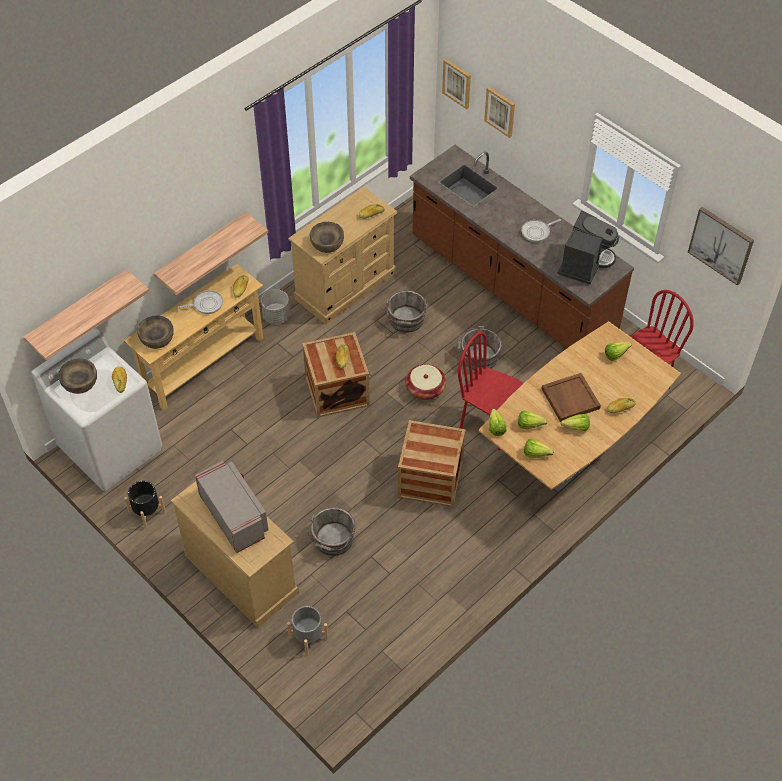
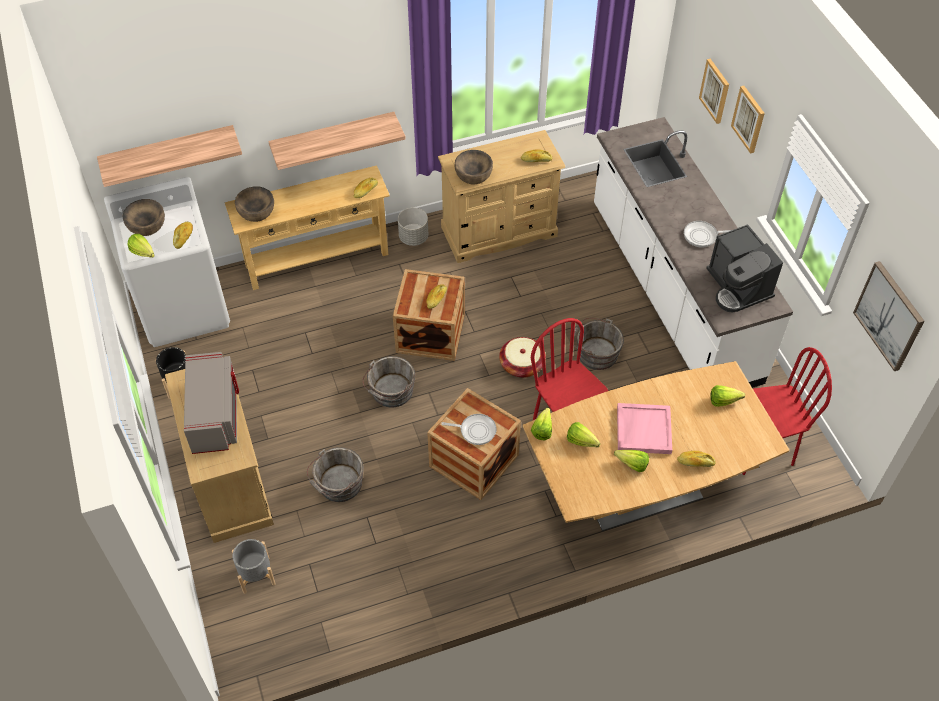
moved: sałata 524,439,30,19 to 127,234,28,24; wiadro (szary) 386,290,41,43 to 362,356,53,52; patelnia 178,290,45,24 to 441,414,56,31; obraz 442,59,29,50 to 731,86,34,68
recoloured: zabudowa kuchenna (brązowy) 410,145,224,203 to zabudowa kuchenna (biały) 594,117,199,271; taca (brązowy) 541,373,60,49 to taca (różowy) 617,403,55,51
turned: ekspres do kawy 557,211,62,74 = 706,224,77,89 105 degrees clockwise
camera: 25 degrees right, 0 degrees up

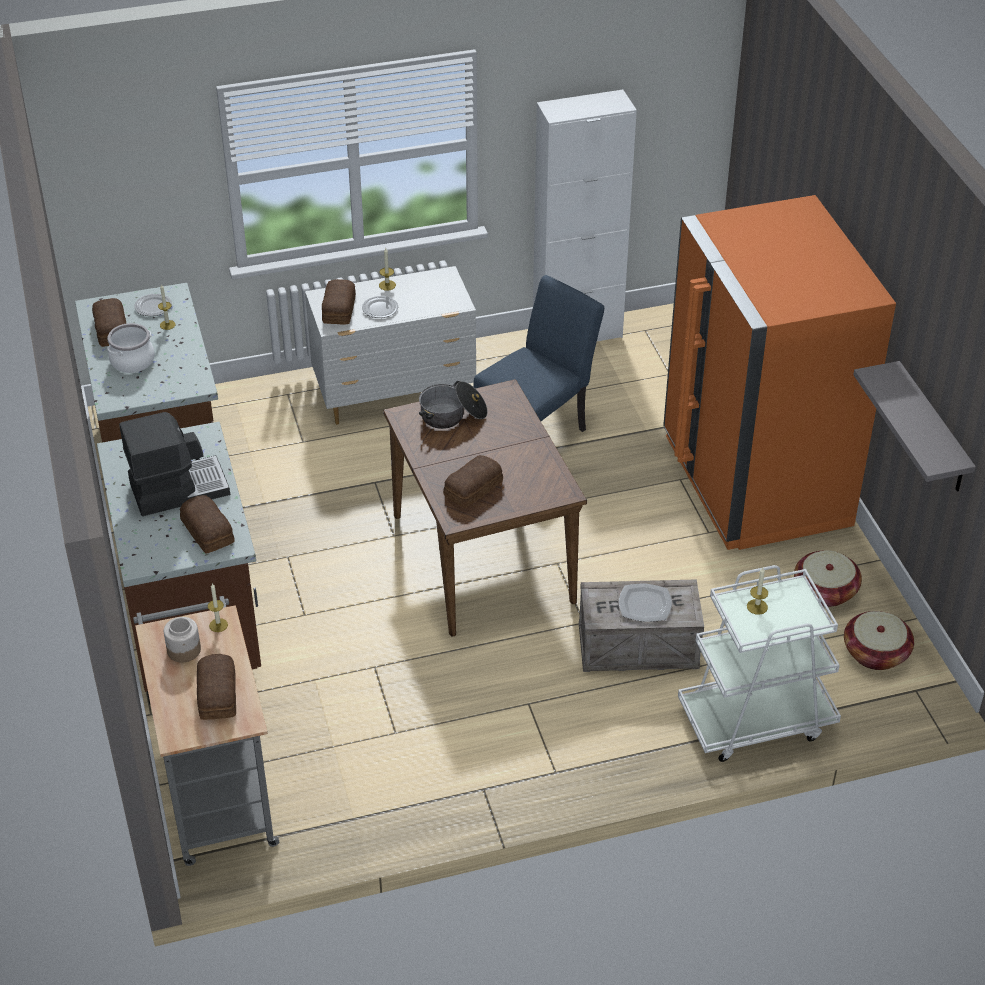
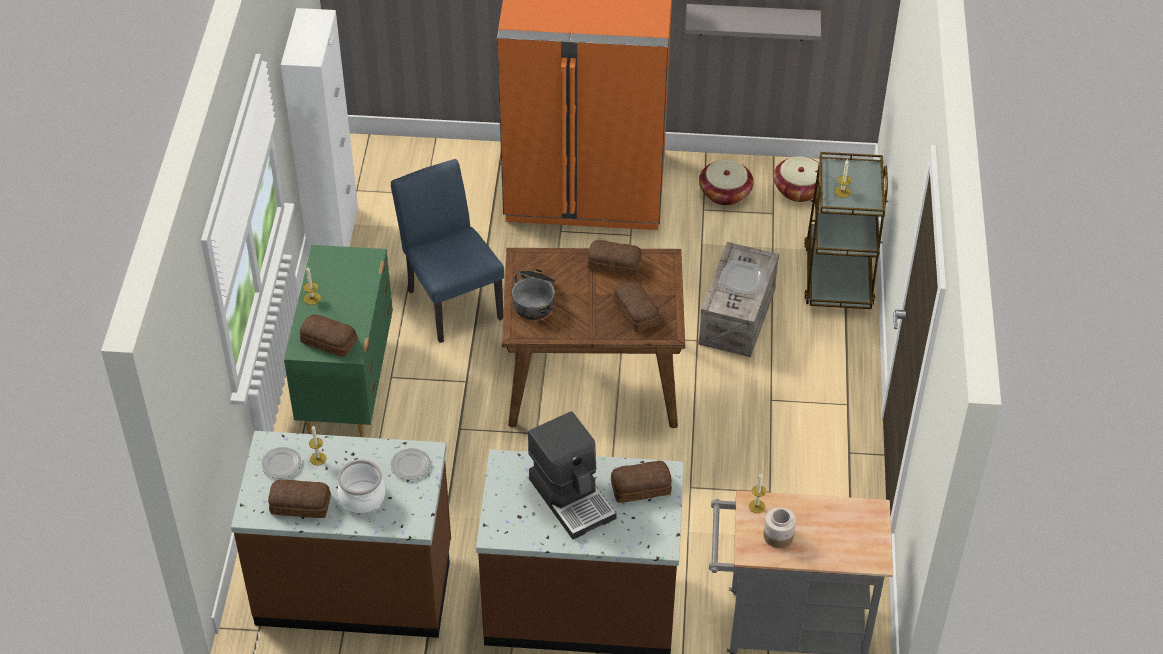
moved: talerz 362,296,36,22 to 390,448,41,32; chleb 197,654,39,66 to 588,240,54,37
recoloured: komoda (biały) 305,266,171,158 to komoda (zielony) 284,245,109,192; wózek (biały) 678,565,163,197 to wózek (brązowy) 804,152,84,157
turned: ekspres do kawy 119,412,111,104 = 528,411,89,129 150 degrees clockwise
camera: 70 degrees left, 5 degrees up

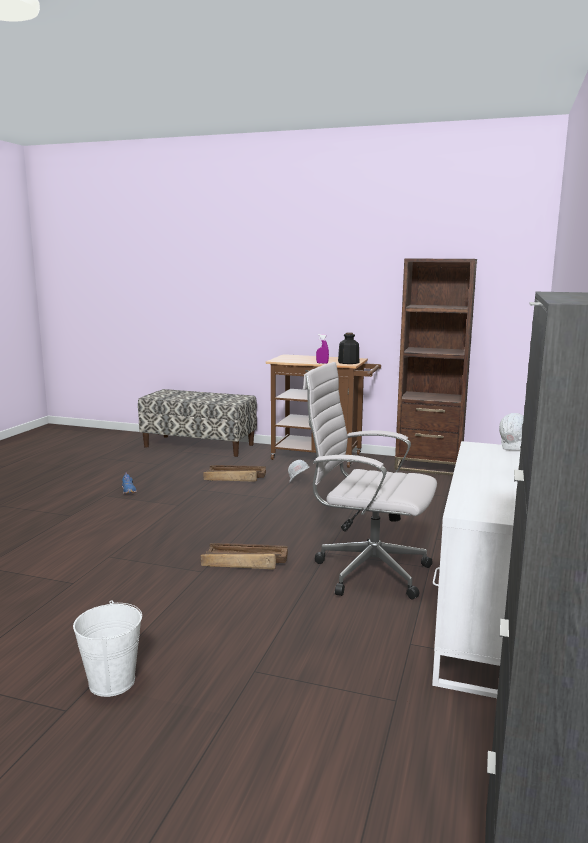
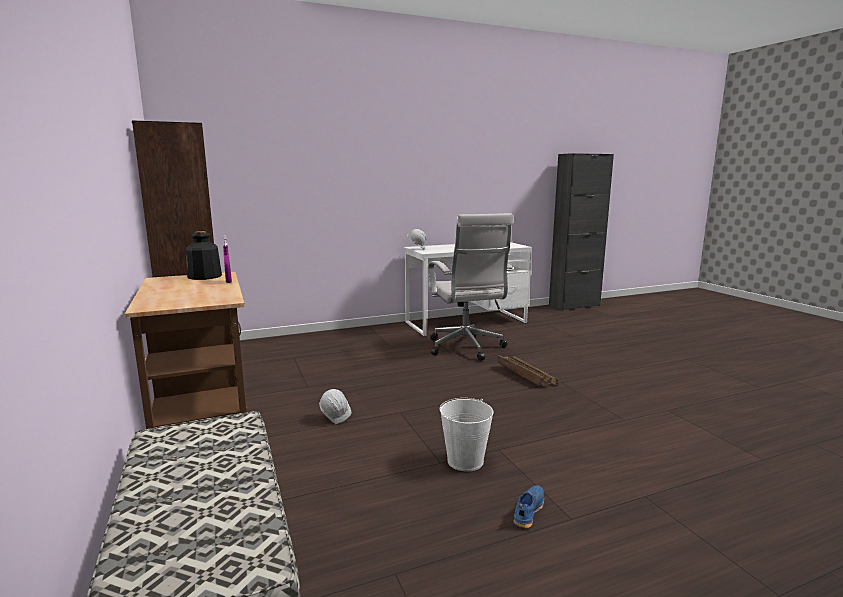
removed: skrzynka 203,465,63,17
moved: wiadro (biały) 73,600,69,97 to 440,398,54,74
camera: 130 degrees left, 0 degrees up

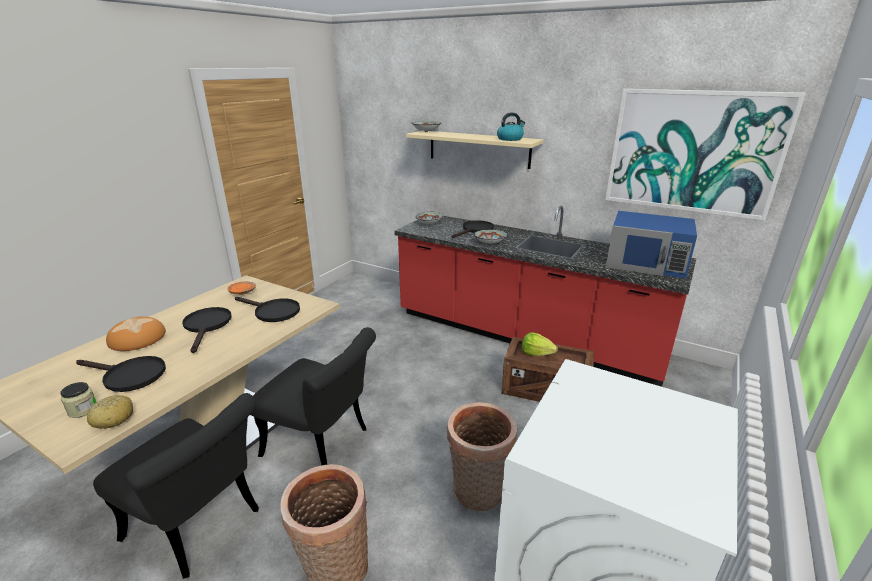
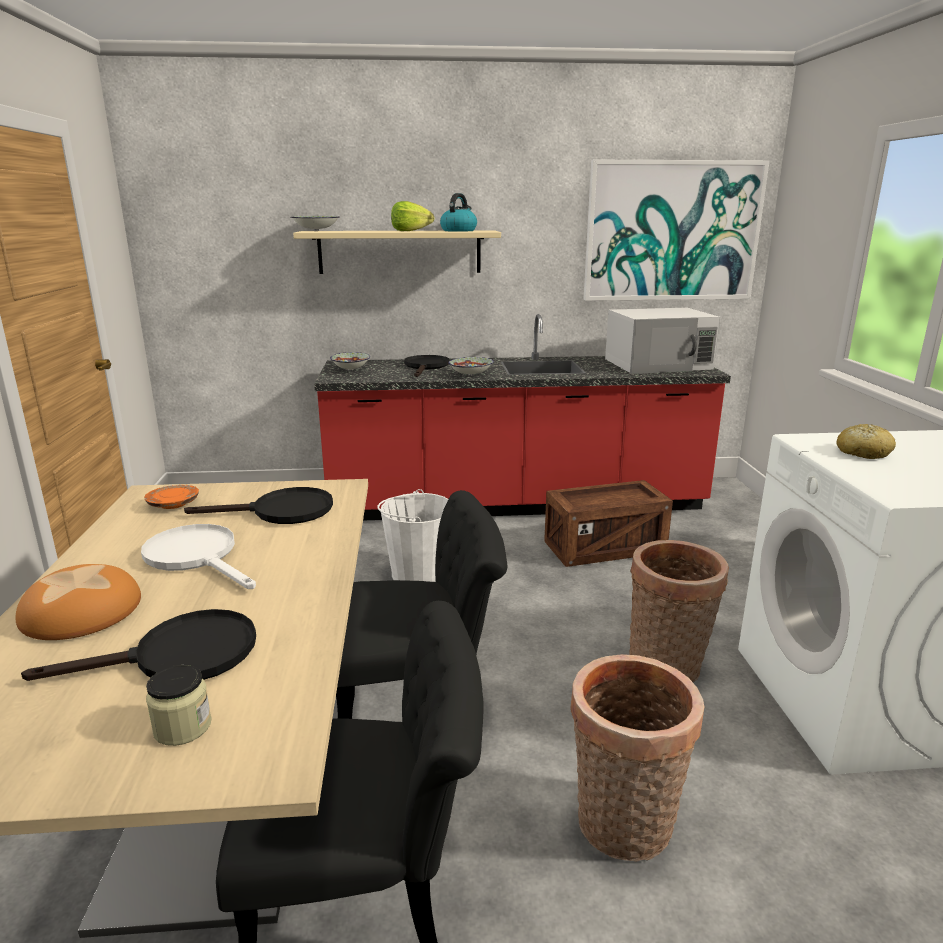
added: wiadro (biały) 377,489,71,93
moved: sałata 521,332,37,24 to 391,201,43,30; chleb 87,395,47,34 to 836,424,60,35
recoloured: patelnia (czarny) 182,307,49,46 to patelnia (biały) 141,524,115,65; mikrofalówka (niebieski) 606,211,91,67 to mikrofalówka (biały) 605,308,115,66
camera: 35 degrees left, 5 degrees down

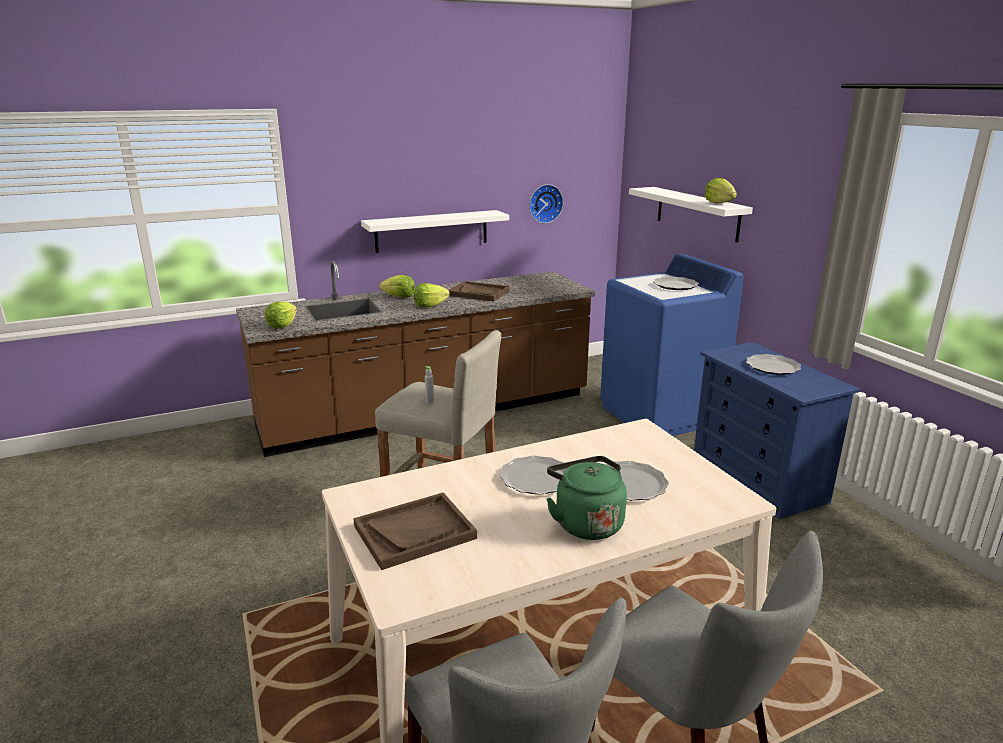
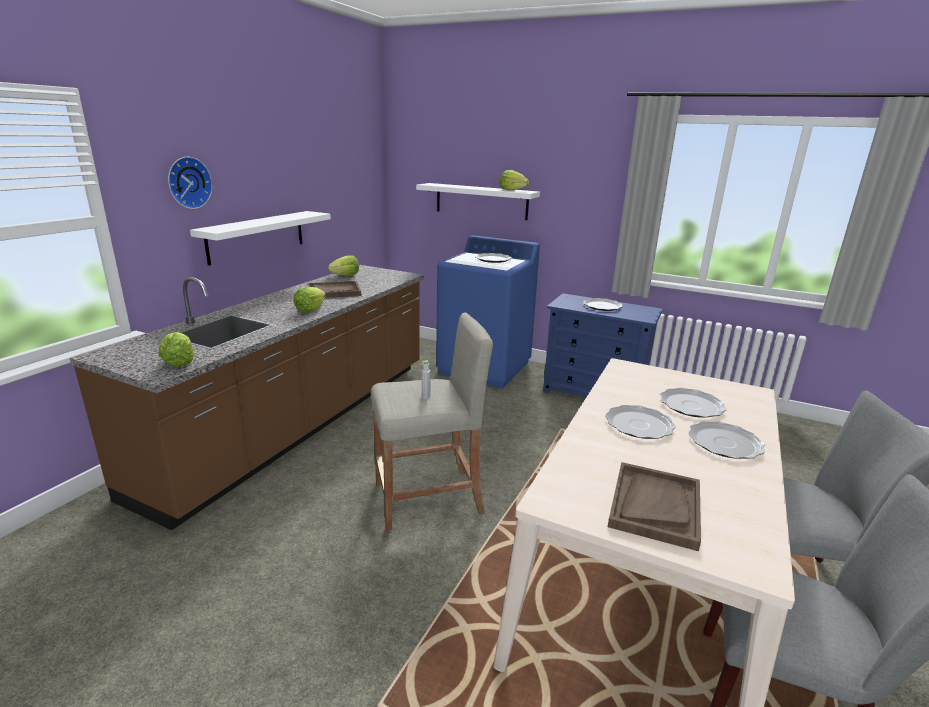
moved: zegar ścienny 529,184,34,40 to 168,157,45,52; sałata 379,275,36,23 to 328,255,31,20
replaced: czajnik (zielony) 547,456,80,84 to talerz 688,421,77,38
camera: 40 degrees left, 0 degrees up

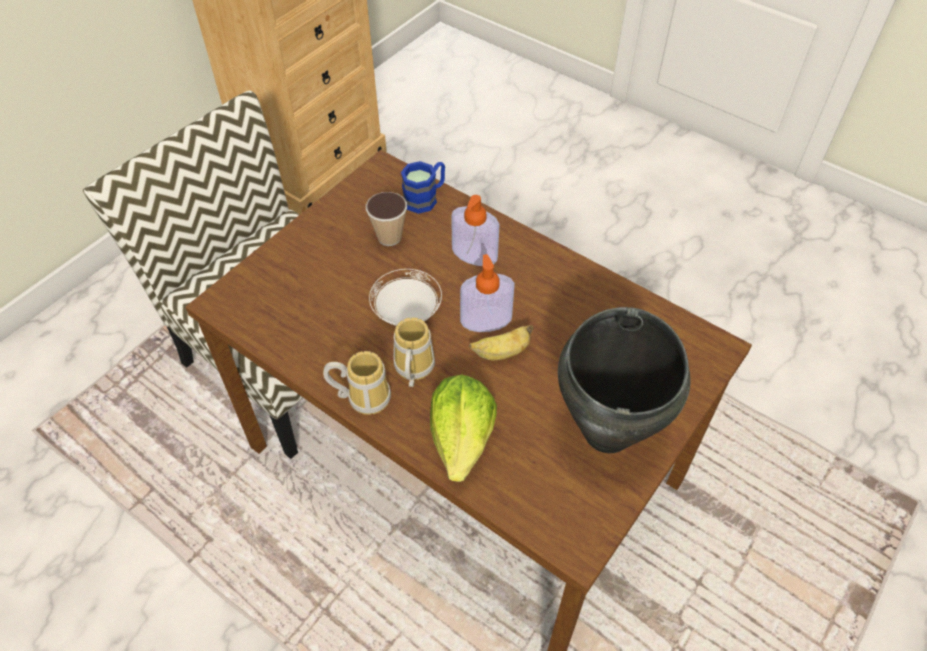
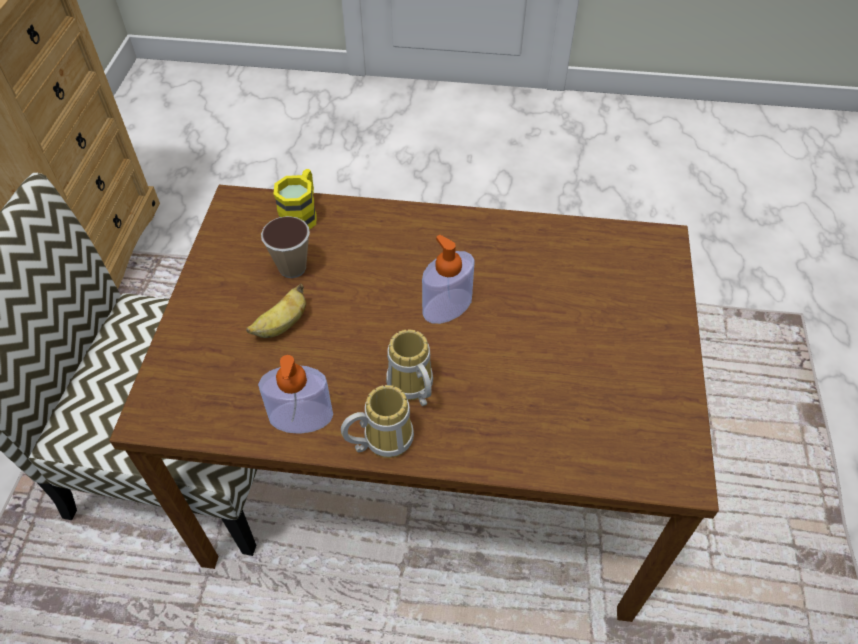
removed: talerz (biały) 369,269,73,57; sałata 430,375,67,107; garnek (czarny) 558,307,132,146
moved: banan 469,324,65,37 to 246,283,60,55; dozownik mydła 451,195,49,71 to 258,355,75,79
recoloured: kubek (niebieski) 401,161,44,53 to kubek (żółty) 274,169,43,61
camera: 30 degrees left, 0 degrees up

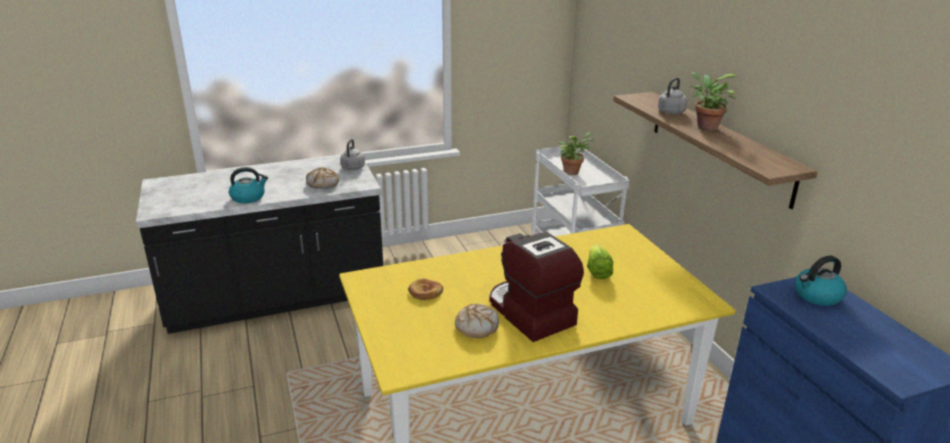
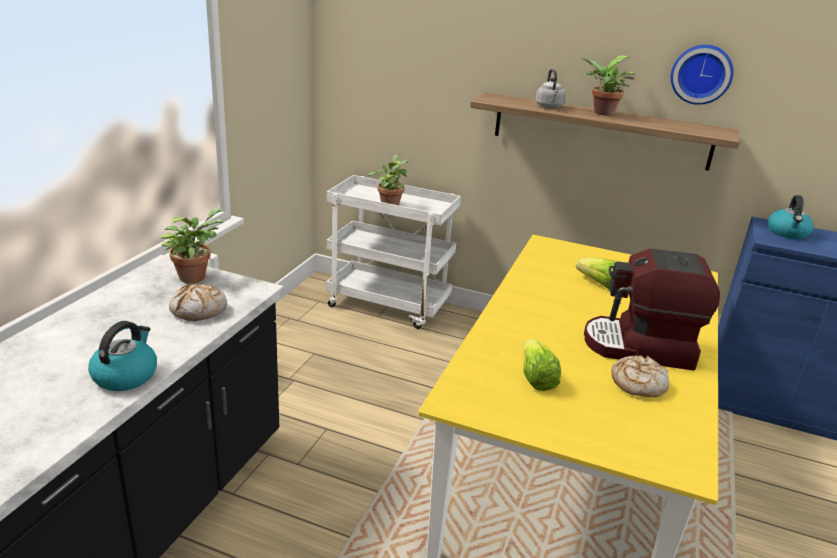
added: zegar ścienny 671,45,62,60
replaced: czajnik (szary) 340,139,25,31 to roślina doniczkowa 160,208,64,75; chleb 408,278,35,22 to sałata 523,339,38,52
camera: 50 degrees left, 0 degrees up

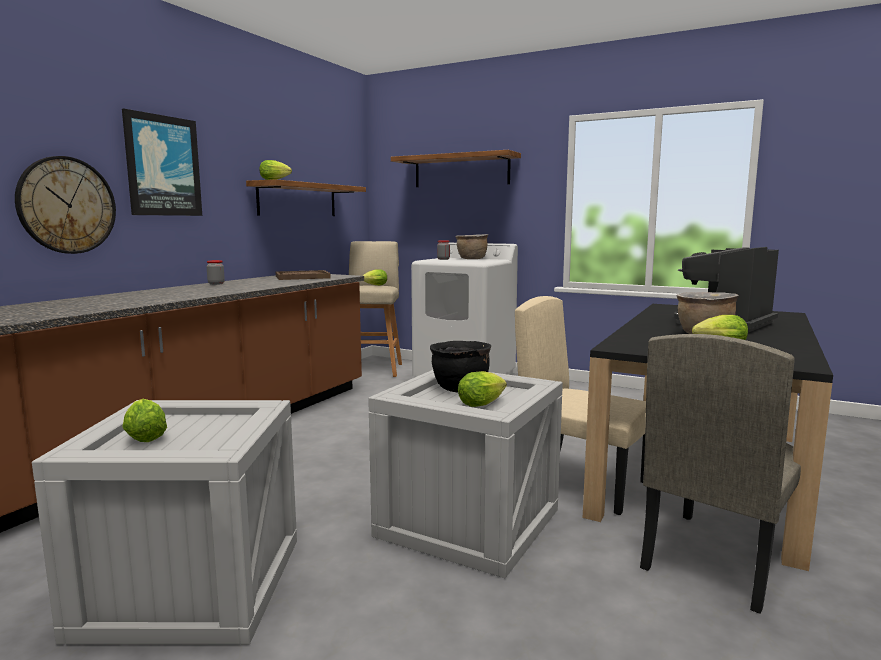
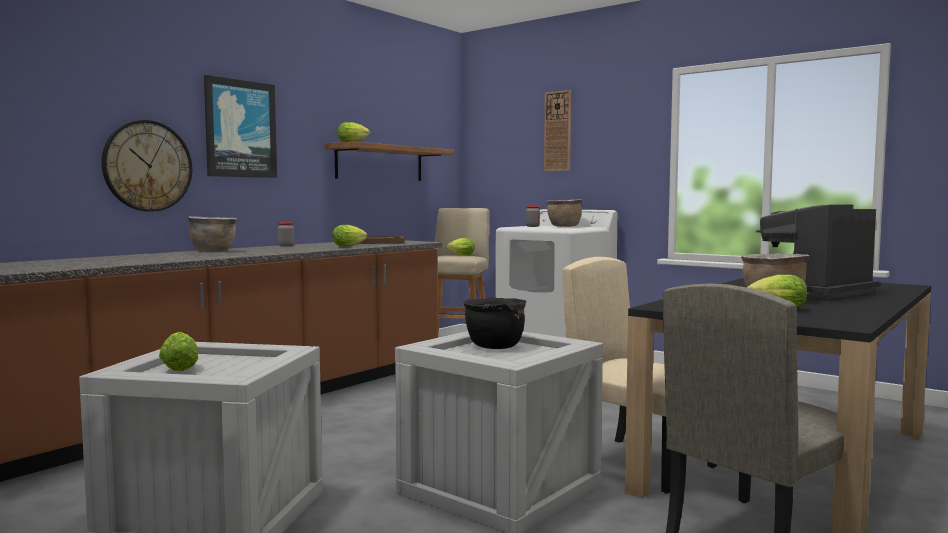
added: garnek (brązowy) 188,216,49,36
moved: sałata 458,371,49,36 to 332,225,35,22
replaced: półka 391,150,130,37 to zegar ścienny 544,90,27,81
camera: 10 degrees right, 5 degrees down

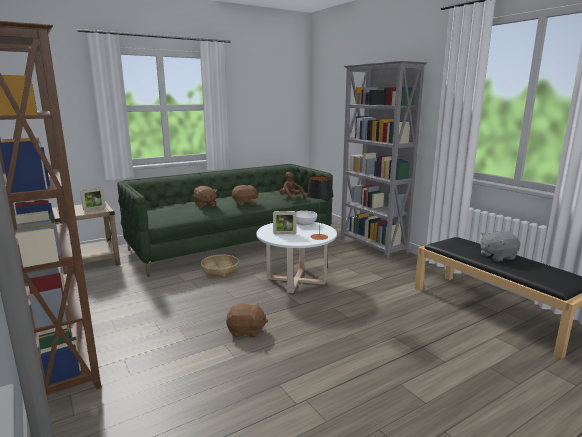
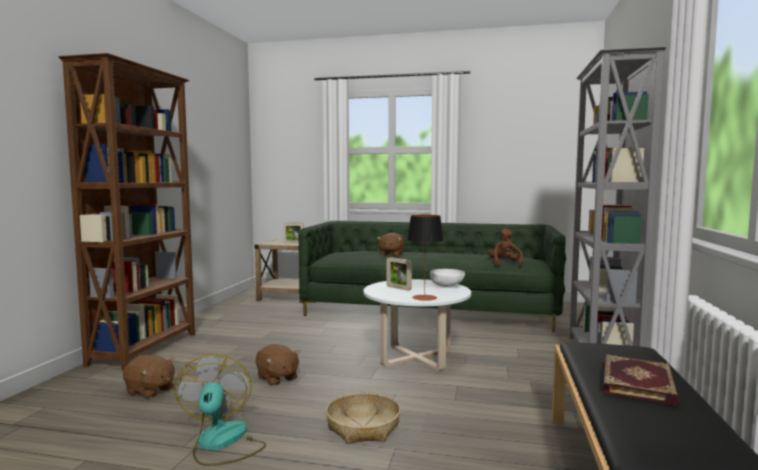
added: wentylator 174,354,92,112
moved: pluszak (brązowy) 232,185,27,20 to 123,355,52,43; koszyk 201,255,38,23 to 326,392,75,52
replaced: pluszak (szary) 480,231,40,31 to książka 603,354,76,52
camera: 45 degrees right, 10 degrees down

